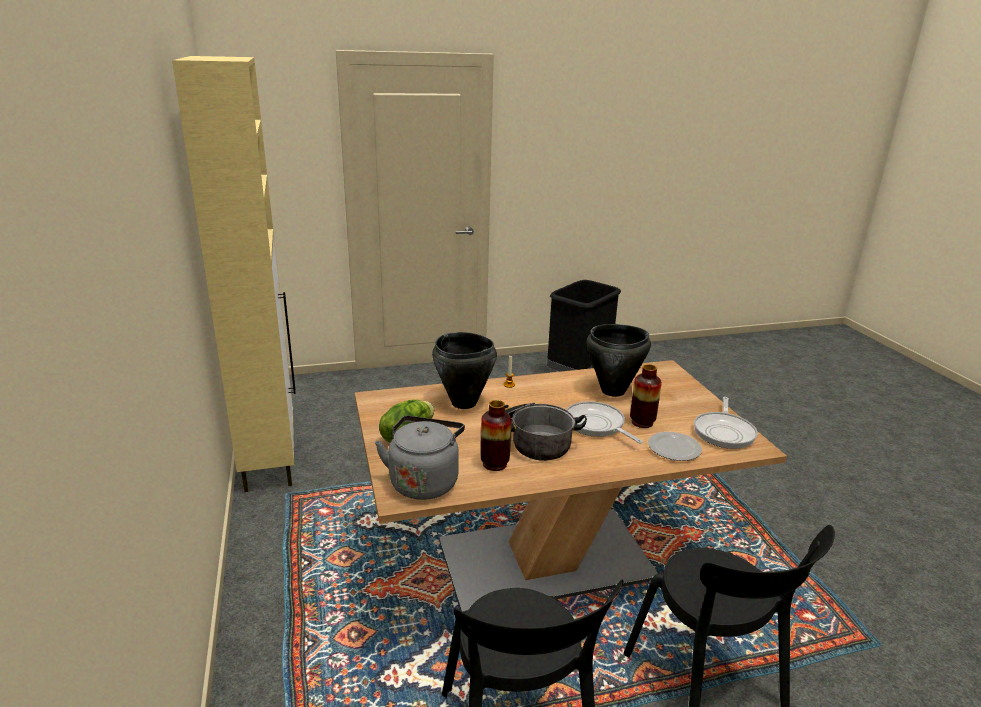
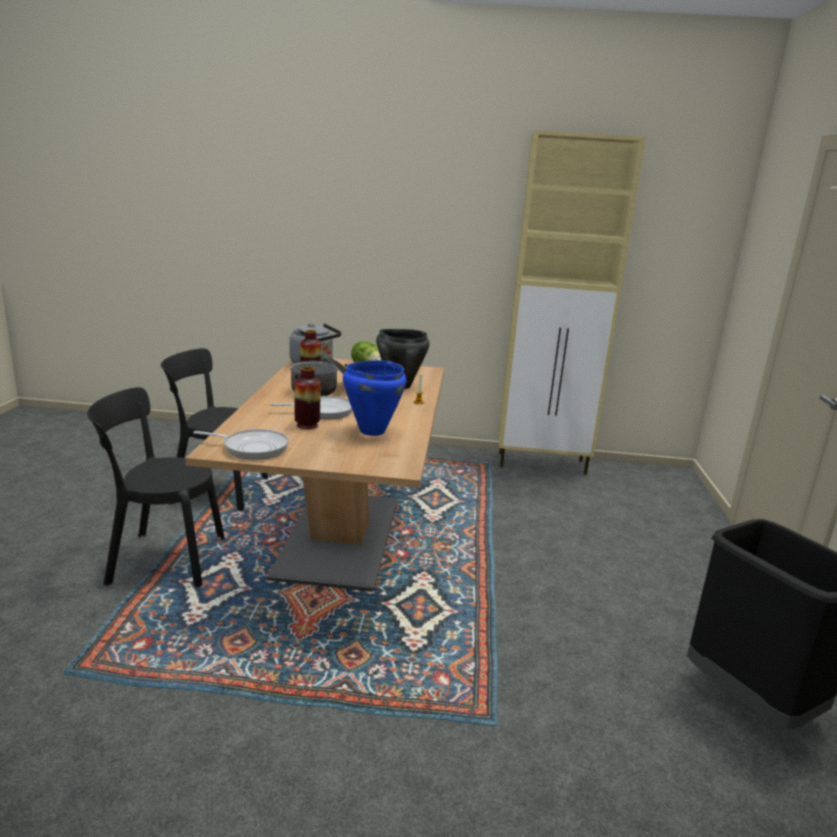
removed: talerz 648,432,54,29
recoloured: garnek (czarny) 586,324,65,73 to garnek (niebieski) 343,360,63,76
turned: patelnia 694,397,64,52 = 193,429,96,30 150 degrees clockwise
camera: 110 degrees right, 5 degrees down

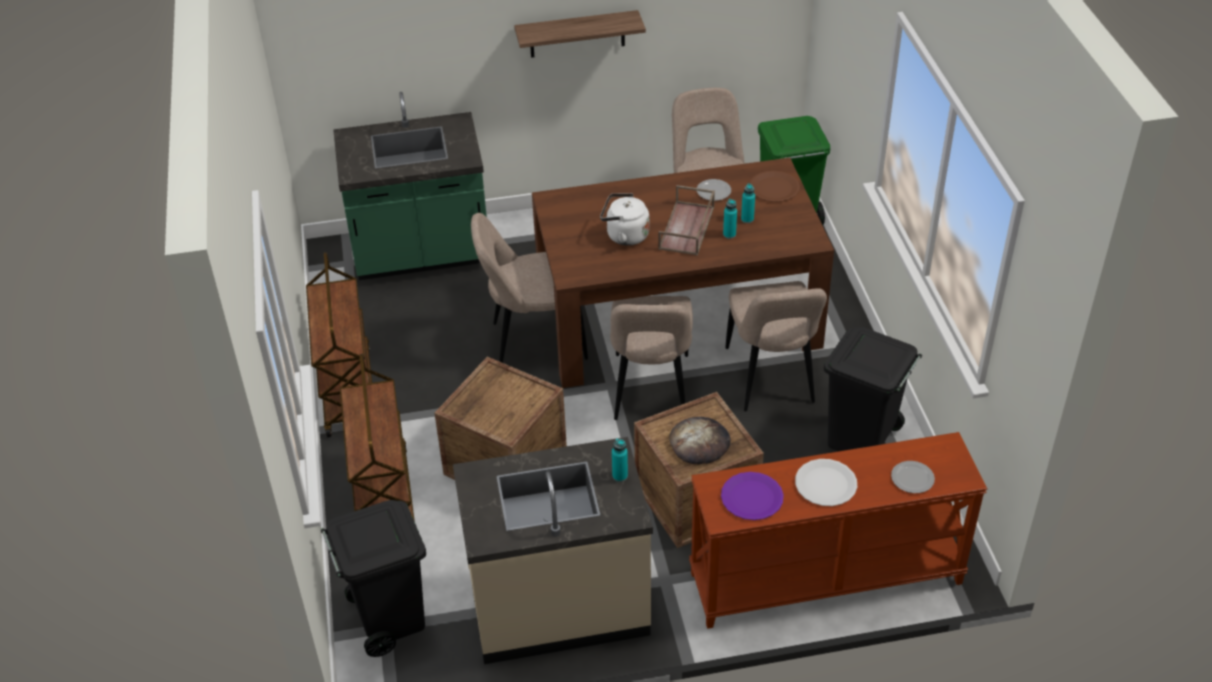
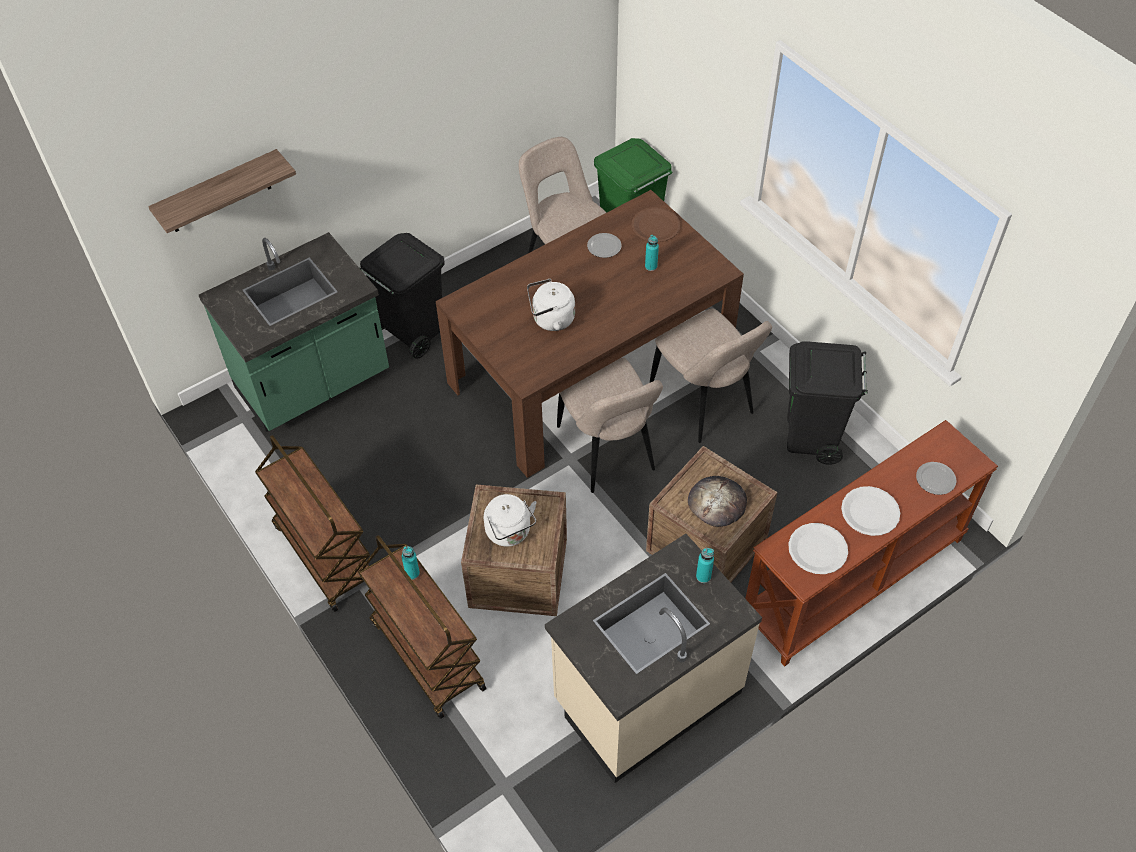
removed: krzesło (beżowy) 471,213,117,150; taca (brązowy) 658,185,57,71
added: czajnik (biały) 484,494,53,53
moved: półka 514,10,132,48 to 148,149,148,84; kosz na śmieci (czarny) 321,500,105,157 to 360,233,85,126; butelka (turkusowy) 723,199,14,40 to 402,546,18,34
recoloured: talerz (fioletowy) 721,472,63,48 to talerz (biały) 788,523,60,51
camera: 25 degrees left, 10 degrees up

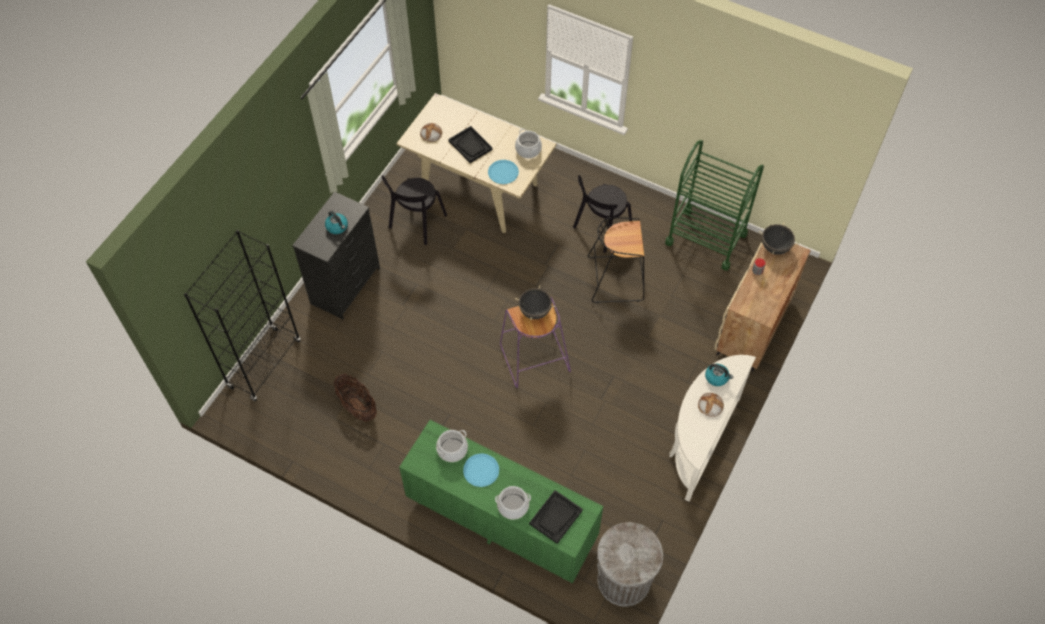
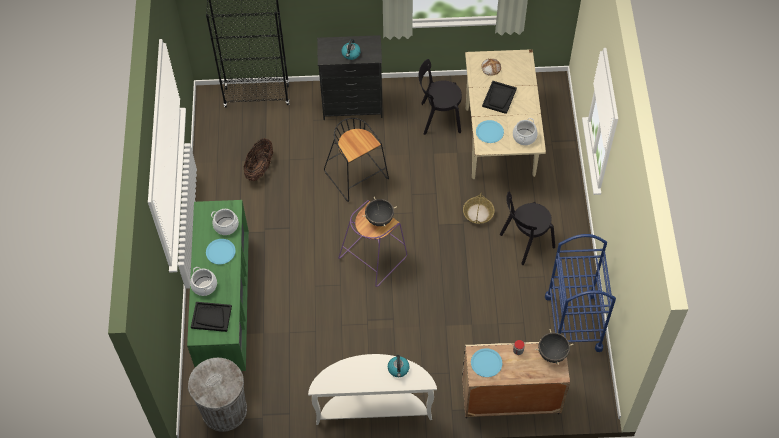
removed: chleb 698,393,26,24
added: koszyk 463,192,32,32; talerz (niebieski) 471,348,31,29
moved: stołek (czarny) 588,217,56,86 to 324,118,65,84
recoloured: wózek (zielony) 665,140,99,131 to wózek (niebieski) 545,234,71,118
turned: krzesło (czarny) 573,175,59,78 = 500,192,55,73 45 degrees counterclockwise
camera: 60 degrees right, 0 degrees up

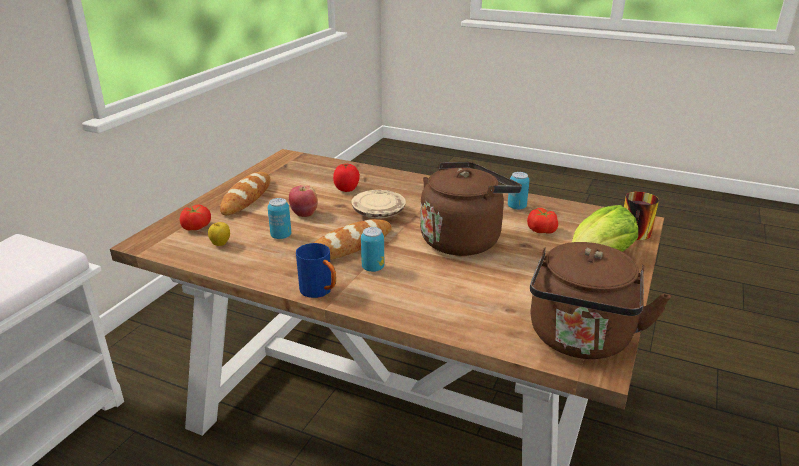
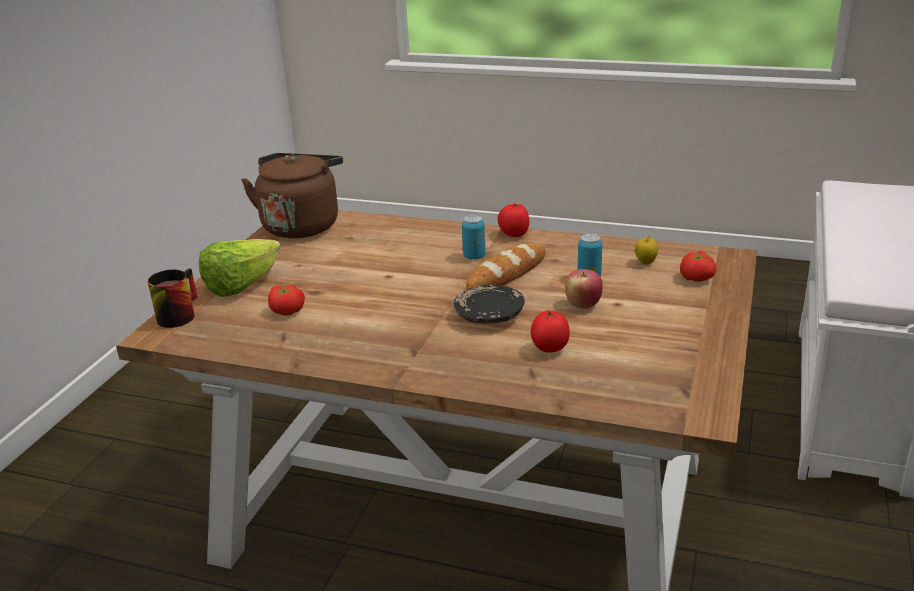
removed: chleb 220,172,50,43; czajnik (brązowy) 420,162,102,94; puszka 508,172,21,38
replaced: kubek (niebieski) 296,243,40,55 to pomidor 498,203,31,34
recoloured: talerz (beżowy) 351,190,55,29 to talerz (czarny) 454,285,71,39
camera: 175 degrees right, 0 degrees up

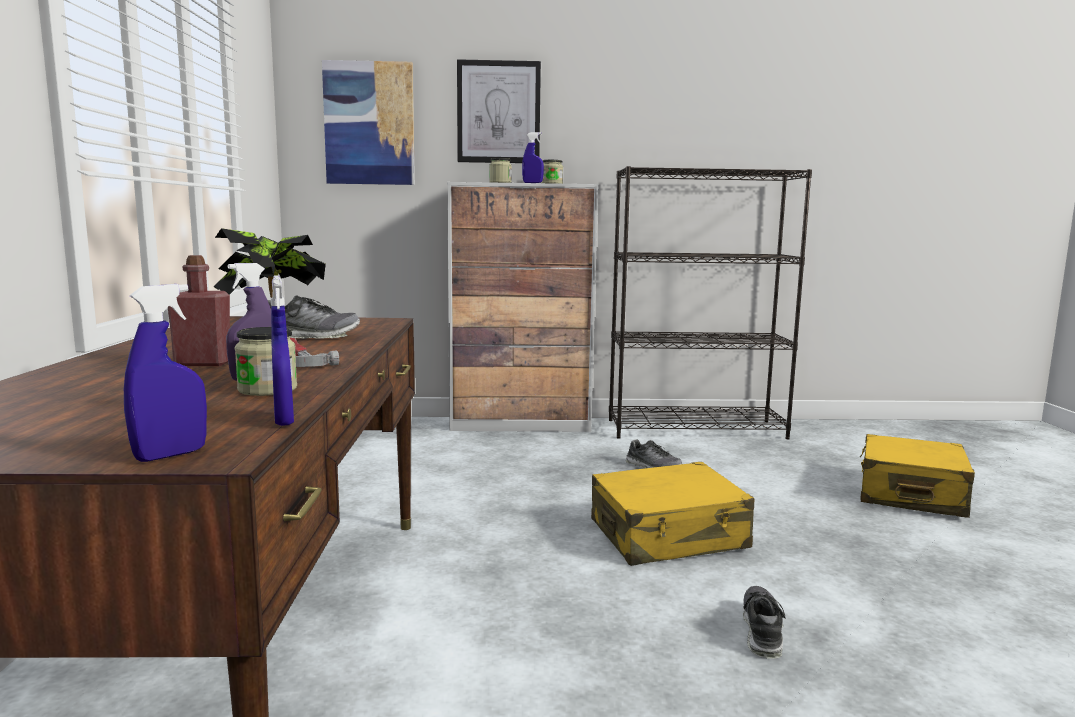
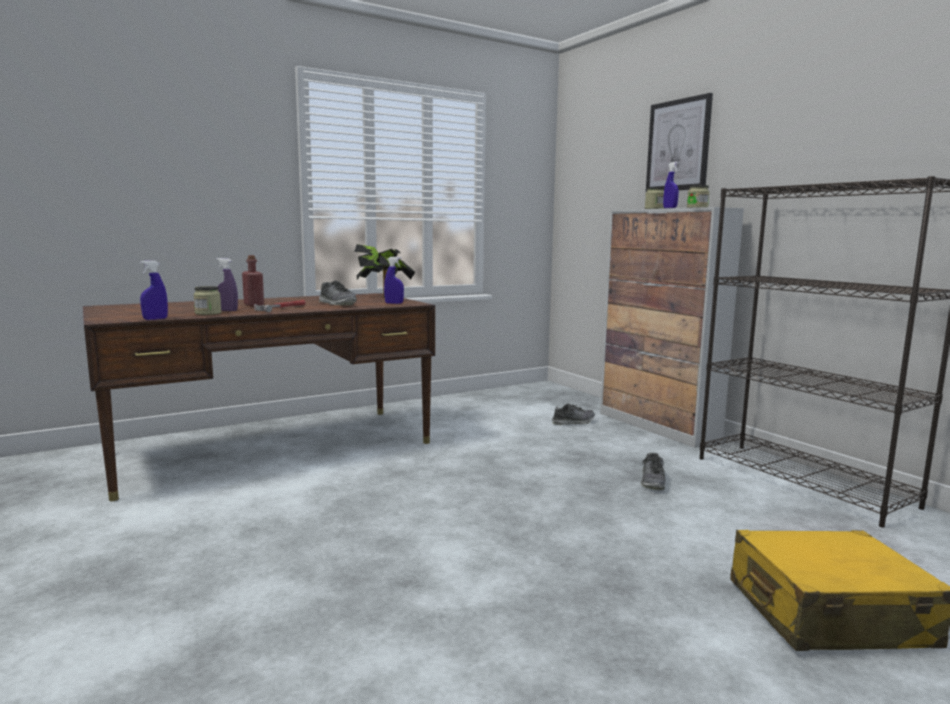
removed: obraz 322,60,93,125; walizka (żółty) 591,462,164,104
moved: spryskiwacz (niebieski) 124,284,83,178 to 384,257,20,47; but 743,586,43,73 to 552,404,43,22
camera: 60 degrees right, 0 degrees up

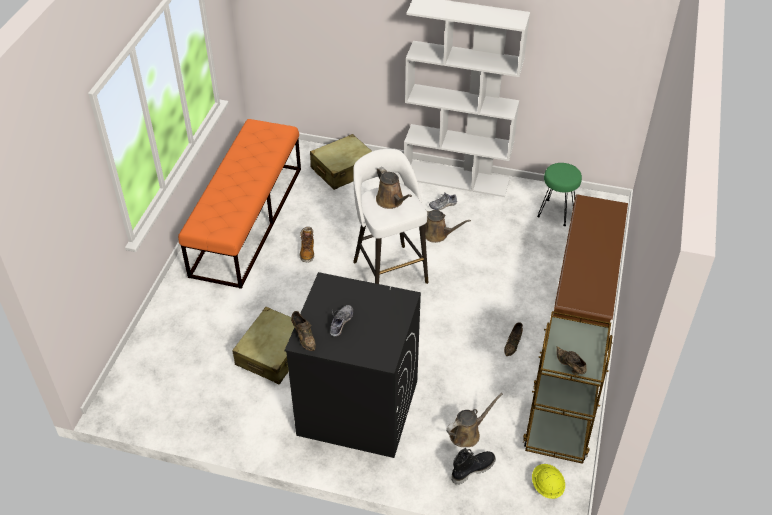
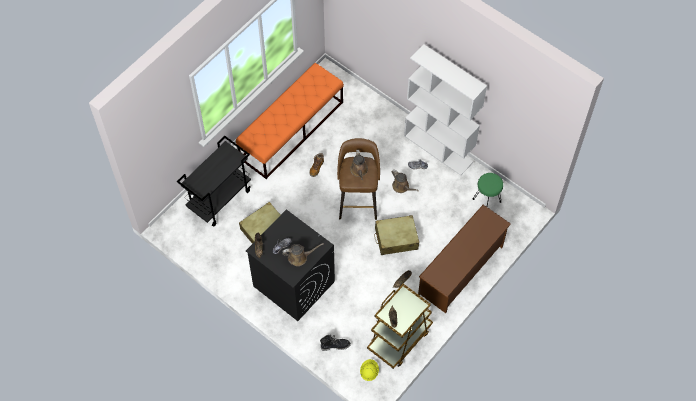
added: wózek (czarny) 177,136,74,91
moved: konewka (brązowy) 446,393,57,54 to 282,243,42,23; walizka (beżowy) 310,134,62,56 to 374,215,45,40
recoloured: stołek (biały) 353,149,76,135 to stołek (brązowy) 337,138,43,82
camera: 25 degrees right, 15 degrees up

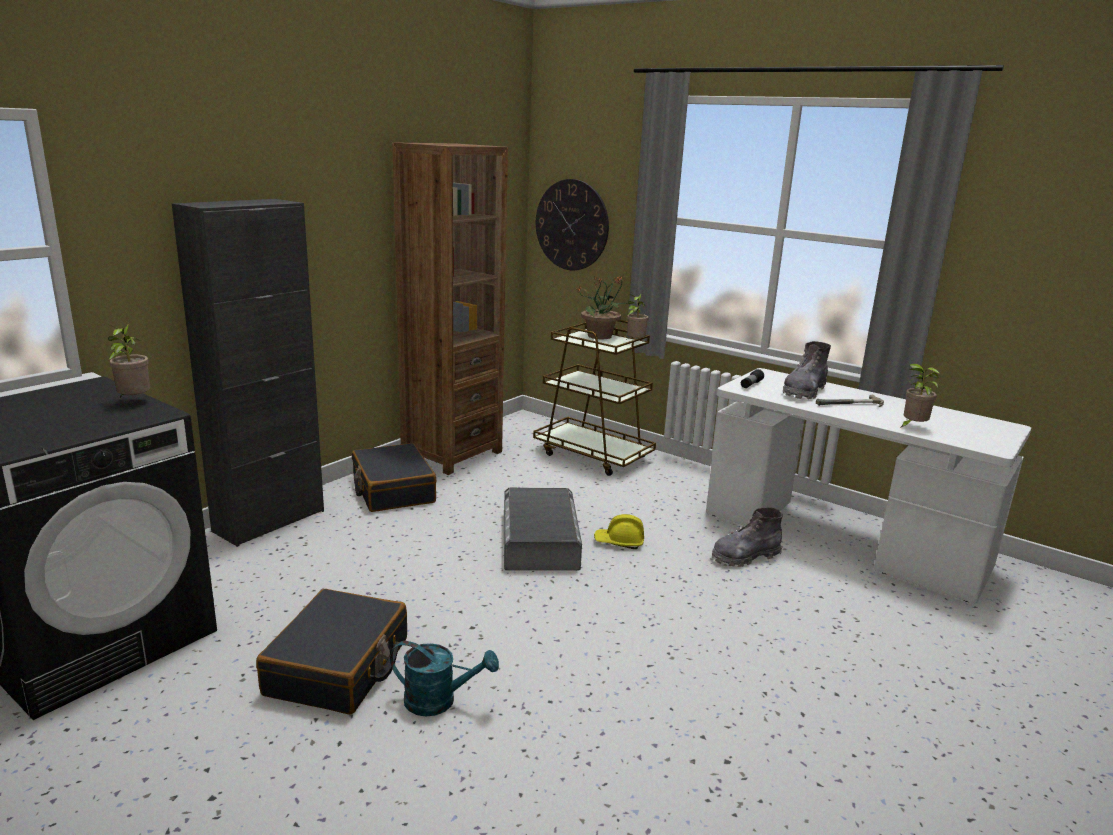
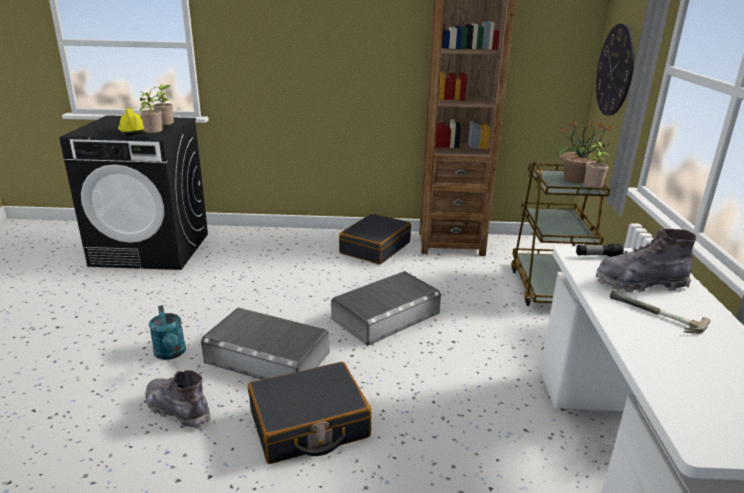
removed: szafka (czarny) 172,199,152,348
added: pojemnik do przechowywania (szary) 201,308,129,72
moved: kask (żółty) 594,514,50,35 to 118,108,27,27; roślina doniczkowa 900,364,40,64 to 140,91,23,44; but z cholewką (szary) 712,507,71,60 to 145,370,65,59; walizka (czarny) 256,589,151,126 to 248,362,124,102
camera: 55 degrees right, 5 degrees up

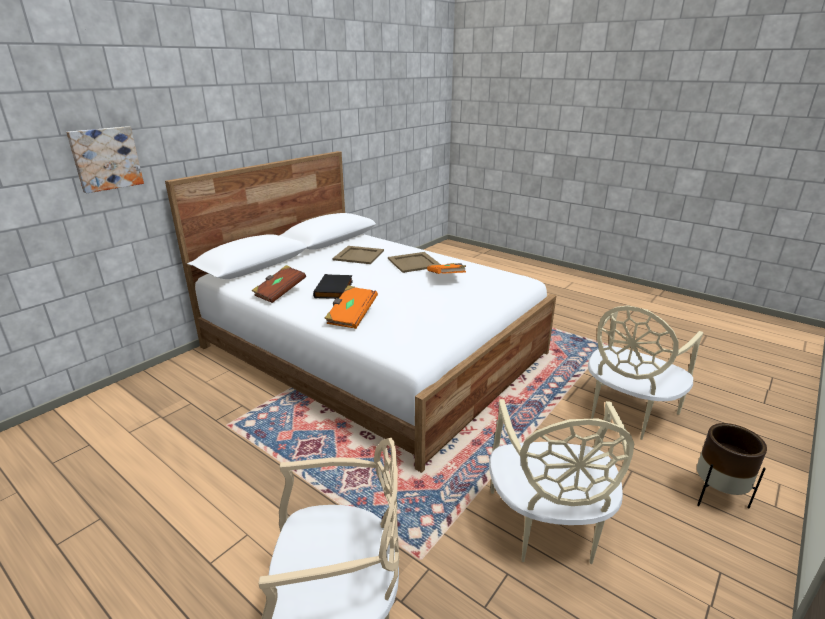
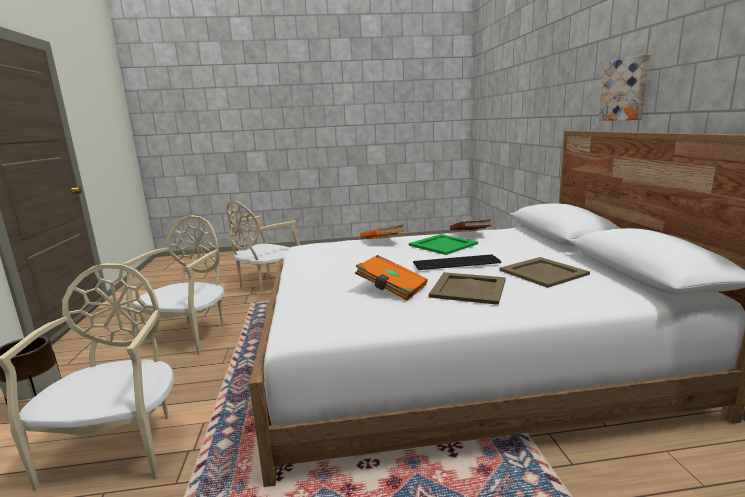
added: klawiatura 413,255,88,15
moved: obraz 66,126,78,67 to 599,54,51,67
replaced: książka (czarny) 313,274,40,25 to taca (zielony) 409,234,69,21
turned: krzesło (beżowy) 489,399,145,165 = 123,215,101,140 60 degrees clockwise
camera: 135 degrees right, 10 degrees down

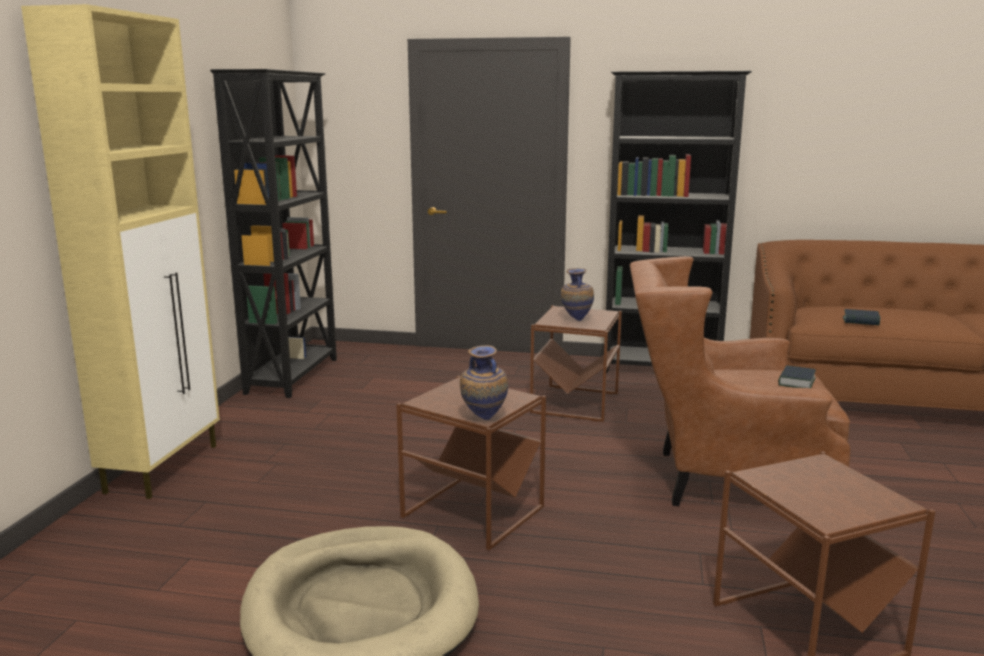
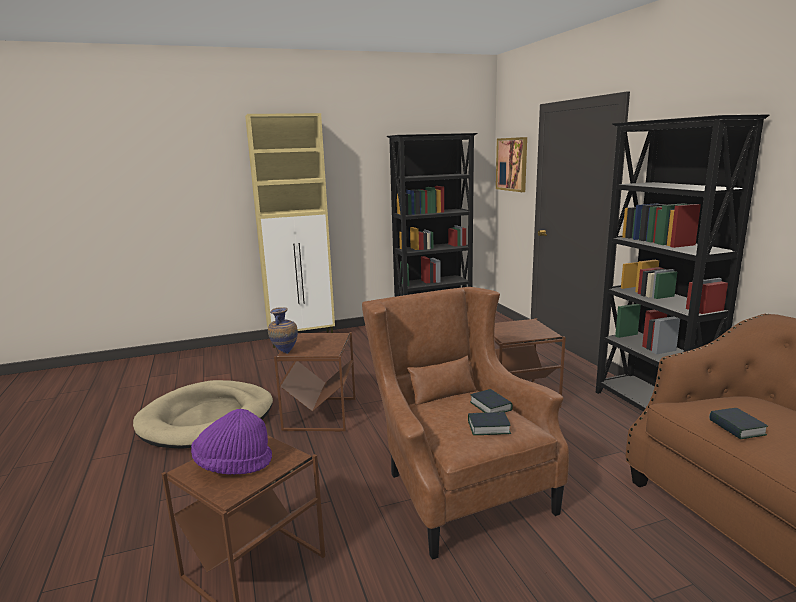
removed: wazon 561,268,33,53
added: kapelusz (fioletowy) 191,409,81,66; książka 470,389,43,24; obraz 496,137,31,55
camera: 60 degrees right, 0 degrees up

